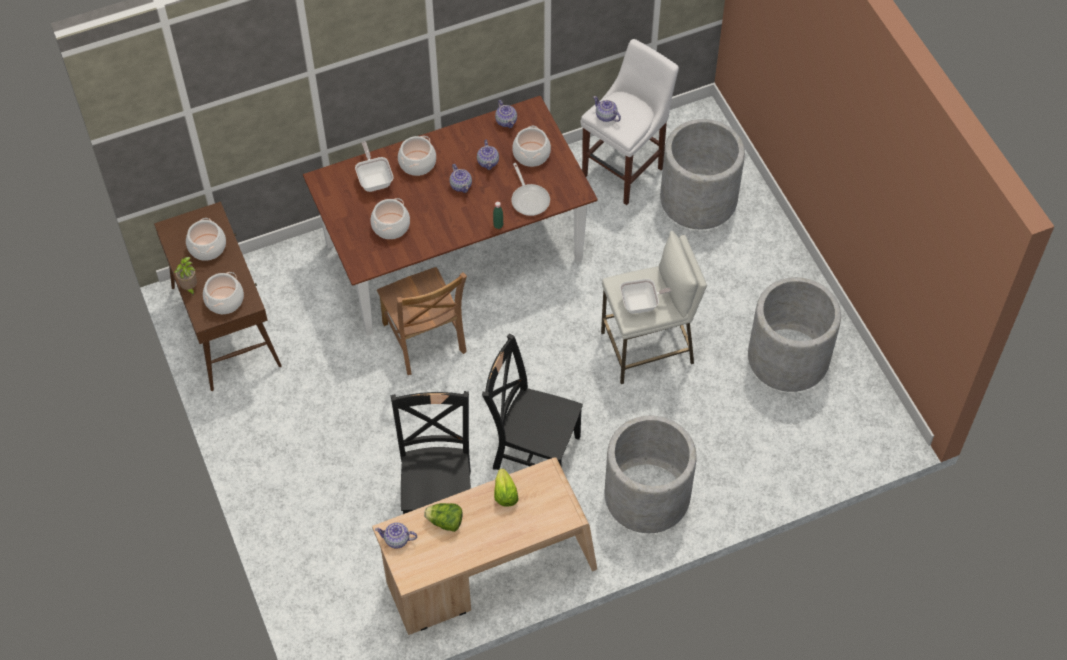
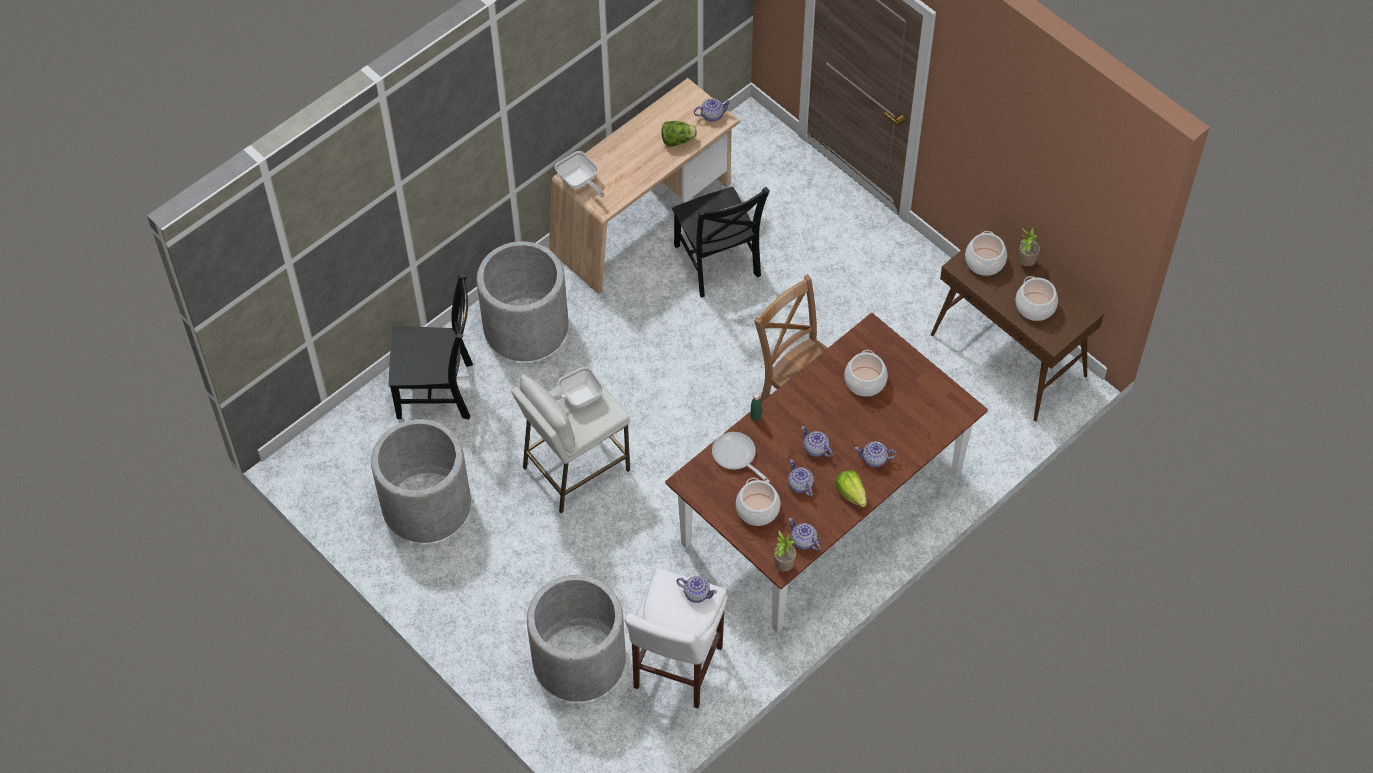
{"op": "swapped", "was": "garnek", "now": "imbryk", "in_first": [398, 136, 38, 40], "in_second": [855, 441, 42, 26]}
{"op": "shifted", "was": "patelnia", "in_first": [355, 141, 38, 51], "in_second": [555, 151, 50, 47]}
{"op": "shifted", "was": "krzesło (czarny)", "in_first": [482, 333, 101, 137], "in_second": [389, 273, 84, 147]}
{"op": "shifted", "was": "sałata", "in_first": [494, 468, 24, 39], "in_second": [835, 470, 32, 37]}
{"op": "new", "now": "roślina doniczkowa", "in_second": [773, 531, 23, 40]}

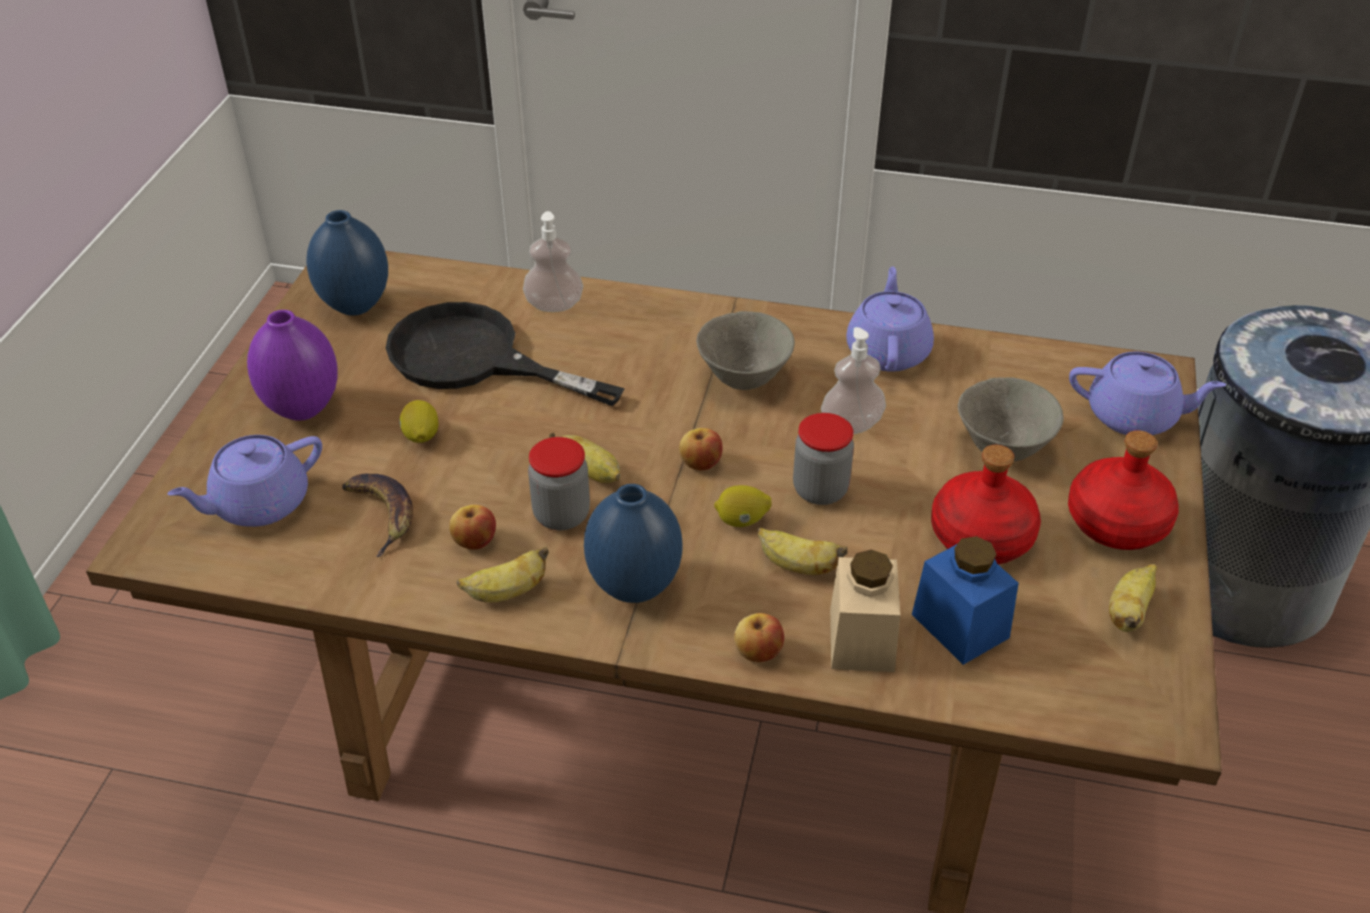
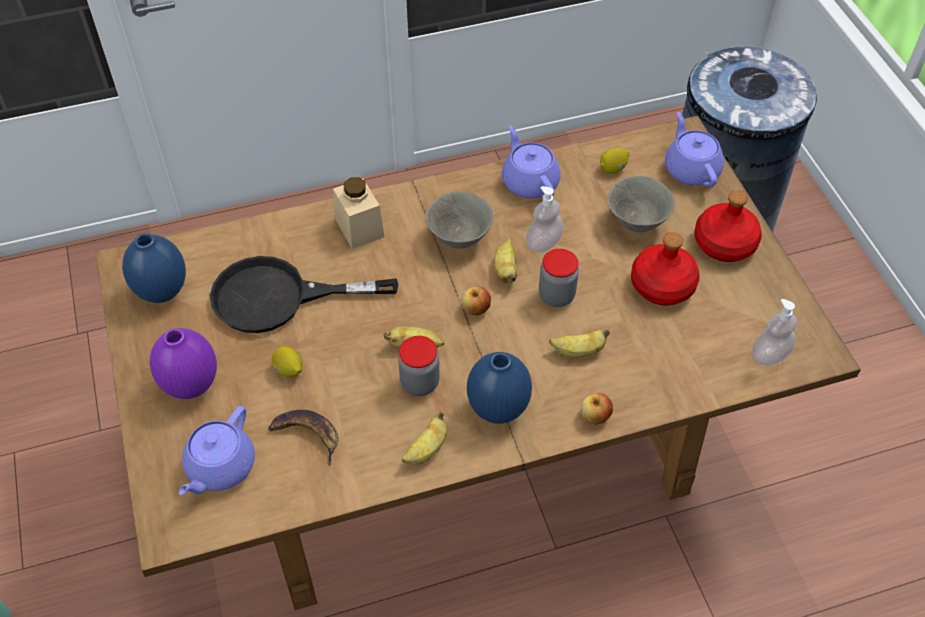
{"op": "shifted", "was": "dozownik mydła", "in_first": [523, 211, 60, 101], "in_second": [752, 299, 46, 66]}
{"op": "rotated", "was": "imbryk (fioletowy)", "in_first": [1069, 352, 157, 83], "in_second": [665, 112, 59, 75], "clockwise": -90}
{"op": "shifted", "was": "cytryna", "in_first": [714, 485, 58, 42], "in_second": [600, 148, 29, 26]}
{"op": "gone", "was": "jabłko", "in_first": [449, 505, 47, 45]}
{"op": "gone", "was": "słoik (niebieski)", "in_first": [912, 536, 107, 129]}
{"op": "shifted", "was": "słoik (beżowy)", "in_first": [830, 550, 71, 122], "in_second": [333, 177, 51, 72]}
{"op": "shifted", "was": "banan", "in_first": [1109, 564, 48, 68], "in_second": [494, 238, 24, 46]}

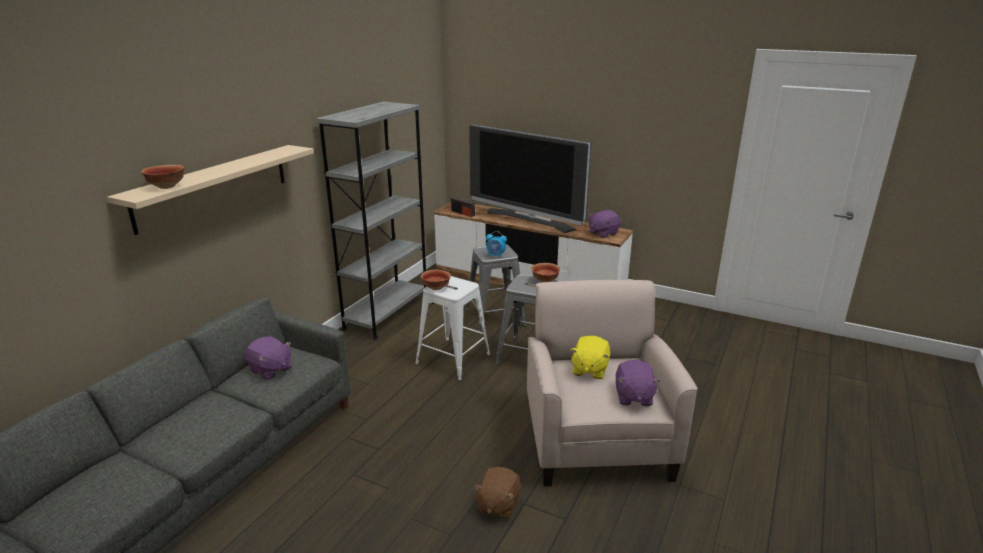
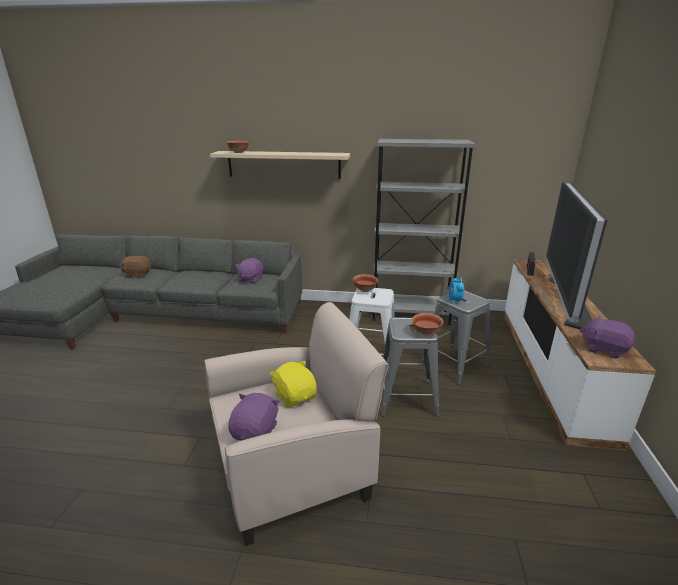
{"op": "rotated", "was": "pluszak (żółty)", "in_first": [570, 336, 40, 43], "in_second": [270, 361, 47, 47], "clockwise": 60}
{"op": "rotated", "was": "pluszak (fioletowy)", "in_first": [616, 360, 45, 46], "in_second": [228, 393, 52, 47], "clockwise": 120}
{"op": "shifted", "was": "pluszak (brązowy)", "in_first": [473, 467, 48, 52], "in_second": [120, 255, 31, 23]}

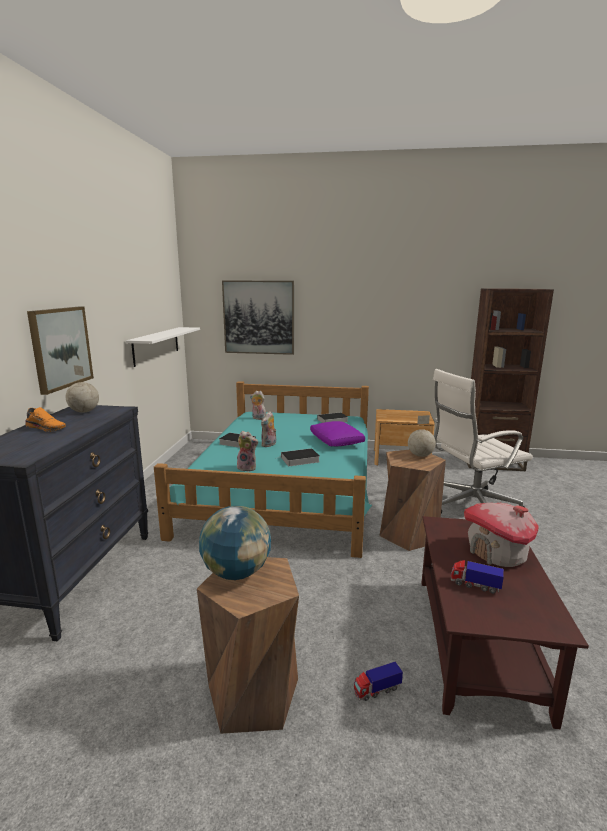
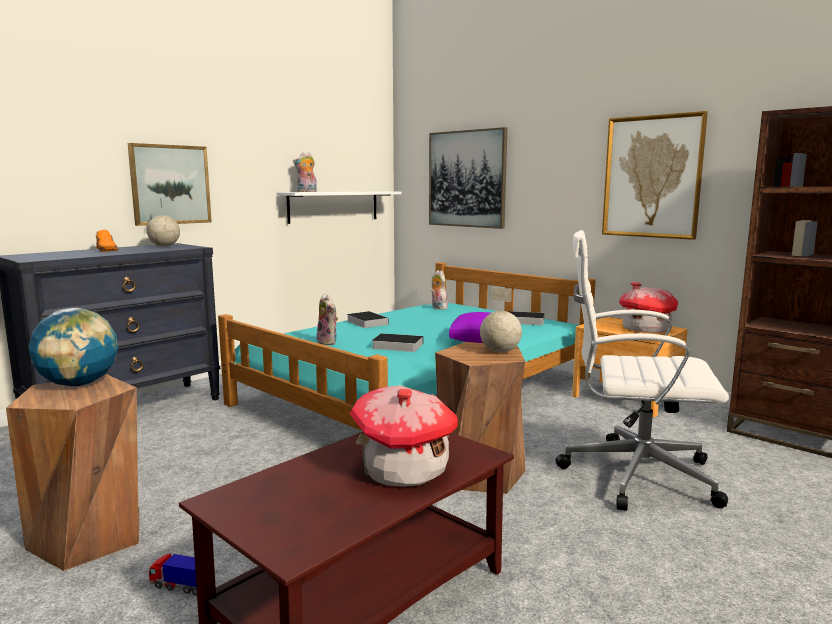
{"op": "shifted", "was": "pluszak", "in_first": [261, 411, 15, 36], "in_second": [293, 152, 24, 40]}
{"op": "gone", "was": "ciężarówka zabawkowa", "in_first": [451, 560, 53, 34]}
{"op": "new", "now": "obraz", "in_second": [602, 111, 106, 129]}
{"op": "new", "now": "domek", "in_second": [619, 282, 59, 51]}

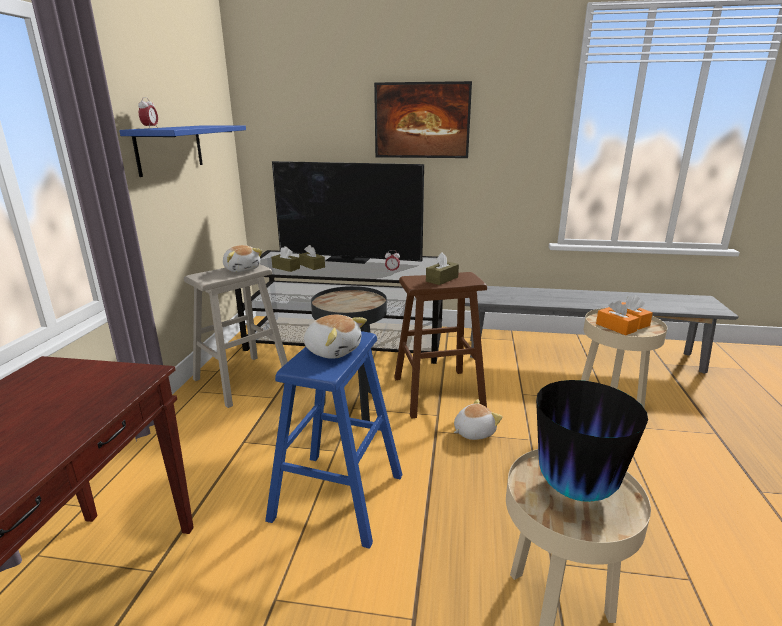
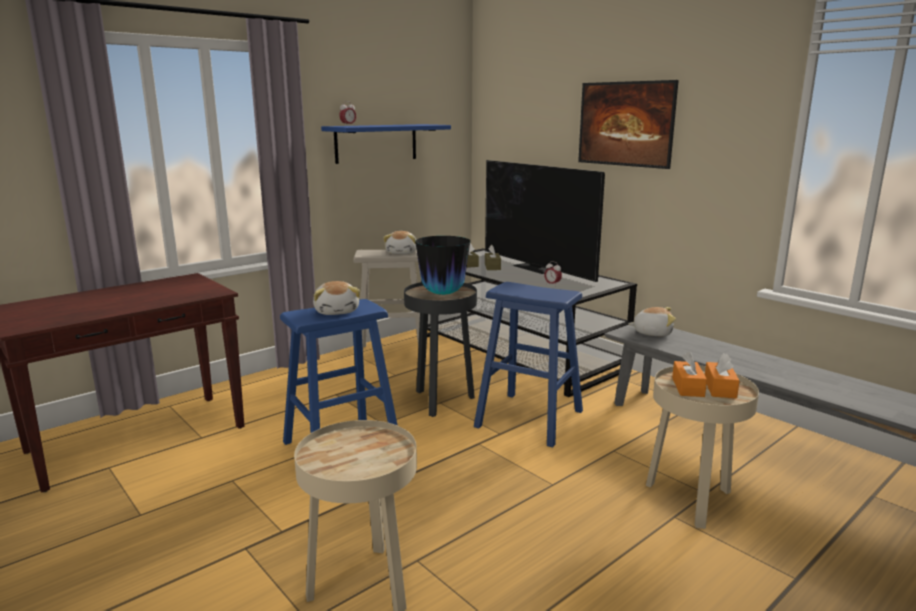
{"op": "gone", "was": "pudełko chusteczek (brązowy)", "in_first": [426, 252, 33, 33]}
{"op": "repainted", "was": "stołek (brązowy)", "now": "stołek (niebieski)", "in_first": [394, 272, 93, 147], "in_second": [474, 282, 109, 166]}
{"op": "shifted", "was": "wazon", "in_first": [536, 380, 112, 122], "in_second": [415, 236, 55, 59]}
{"op": "shifted", "was": "pluszak", "in_first": [454, 399, 48, 41], "in_second": [628, 307, 48, 29]}

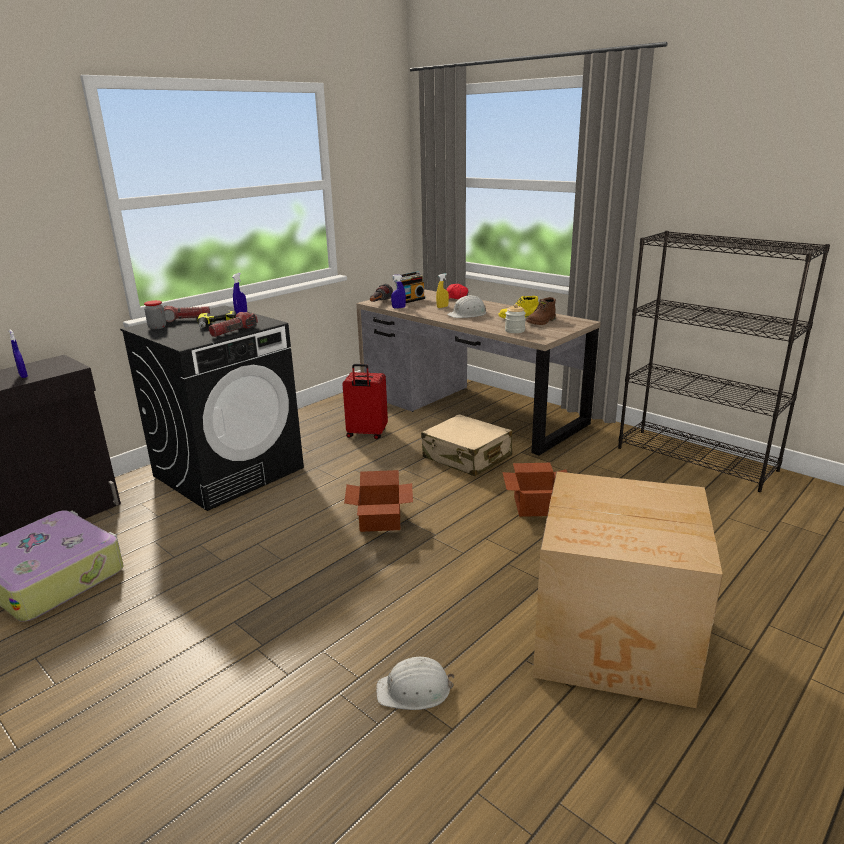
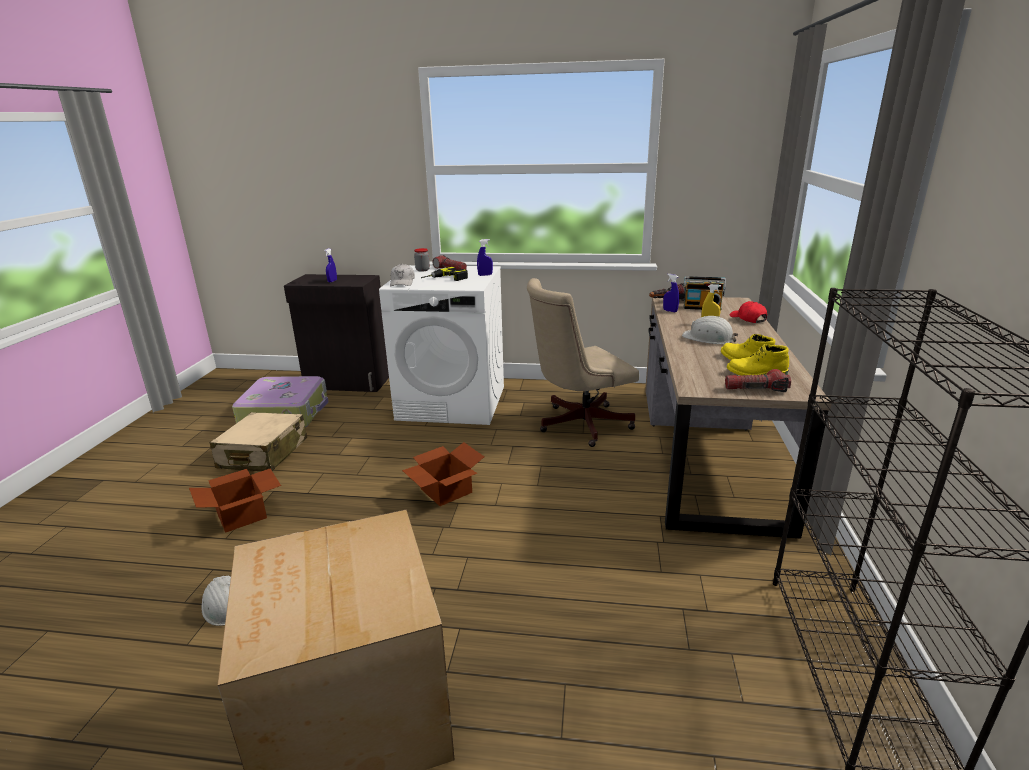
{"op": "repainted", "was": "but z cholewką (brązowy)", "now": "but z cholewką (żółty)", "in_first": [526, 297, 30, 28], "in_second": [727, 344, 62, 32]}
{"op": "gone", "was": "słoik", "in_first": [505, 304, 21, 29]}
{"op": "repainted", "was": "pralka (czarny)", "now": "pralka (biały)", "in_first": [120, 305, 184, 206], "in_second": [379, 265, 125, 160]}
{"op": "shifted", "was": "latarka", "in_first": [209, 312, 49, 25], "in_second": [725, 369, 66, 23]}
{"op": "swapped", "was": "walizka (czerwony)", "now": "krzesło biurowe (beżowy)", "in_first": [342, 364, 46, 75], "in_second": [527, 278, 112, 169]}
{"op": "shifted", "was": "walizka (beżowy)", "in_first": [421, 414, 91, 62], "in_second": [209, 412, 98, 59]}
{"op": "shifted", "was": "karton", "in_first": [502, 463, 66, 54], "in_second": [189, 469, 92, 64]}
{"op": "new", "now": "czapka z daszkiem (biały)", "in_second": [390, 264, 25, 22]}

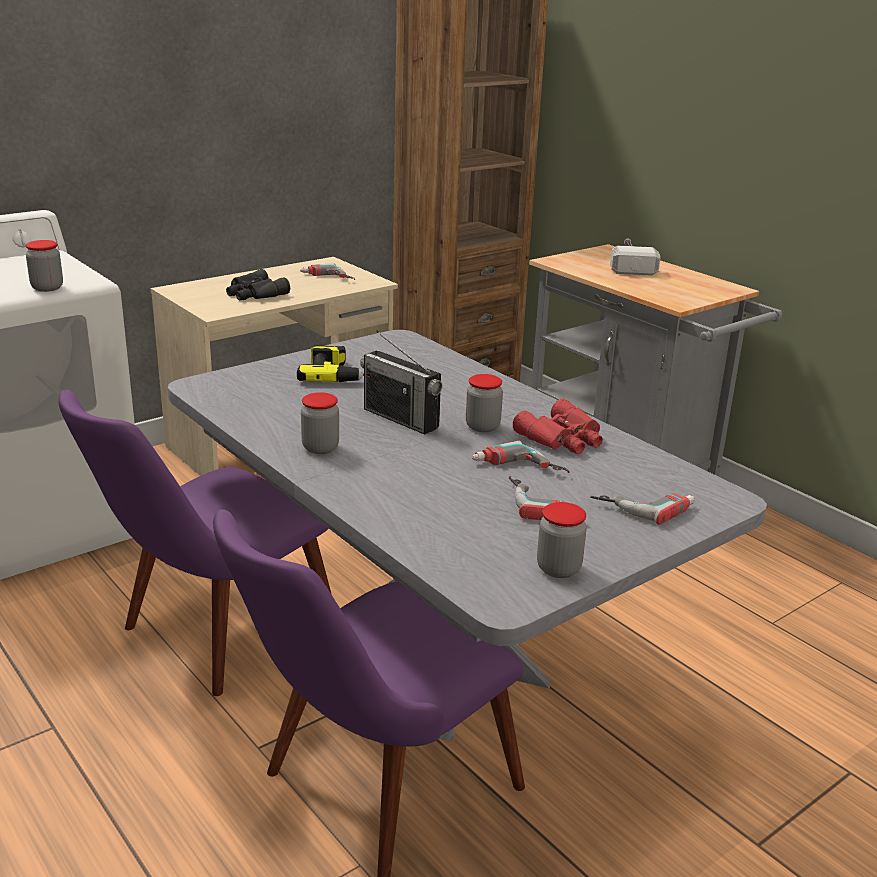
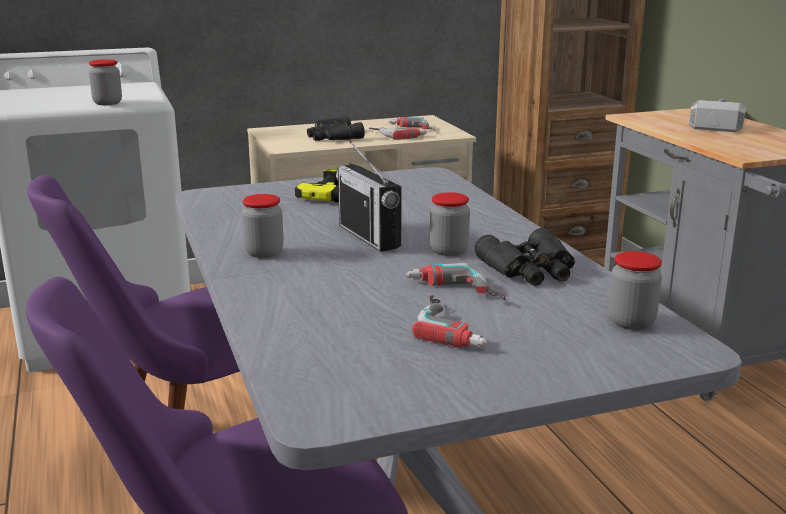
{"op": "repainted", "was": "lornetka (czerwony)", "now": "lornetka (czarny)", "in_first": [513, 399, 90, 55], "in_second": [474, 228, 101, 58]}
{"op": "shifted", "was": "wiertarka", "in_first": [590, 493, 105, 32], "in_second": [369, 127, 58, 13]}
{"op": "shifted", "was": "słoik", "in_first": [537, 502, 50, 76], "in_second": [608, 251, 54, 79]}

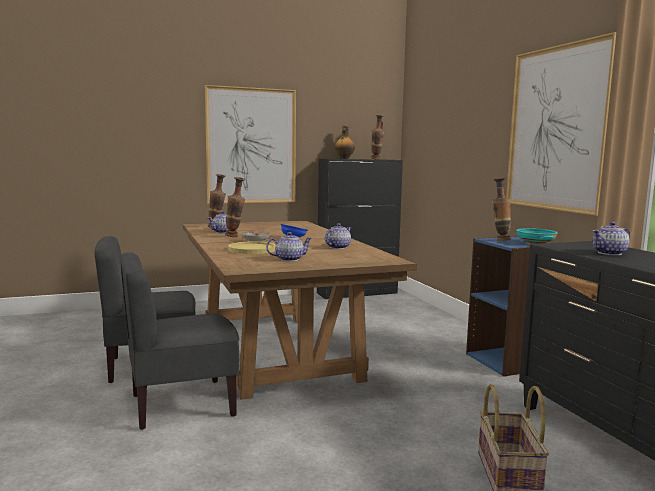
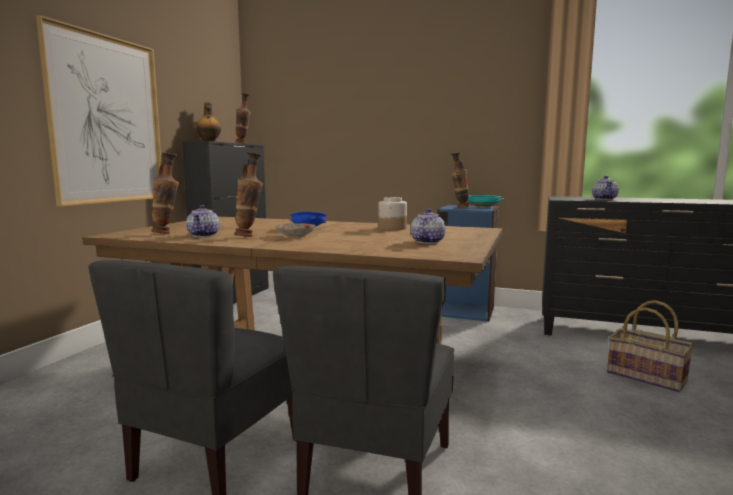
{"op": "gone", "was": "obraz", "in_first": [506, 32, 110, 184]}
{"op": "swapped", "was": "imbryk", "now": "słoik", "in_first": [325, 223, 26, 26], "in_second": [378, 197, 29, 33]}
{"op": "gone", "was": "talerz (żółty)", "in_first": [228, 242, 48, 12]}

